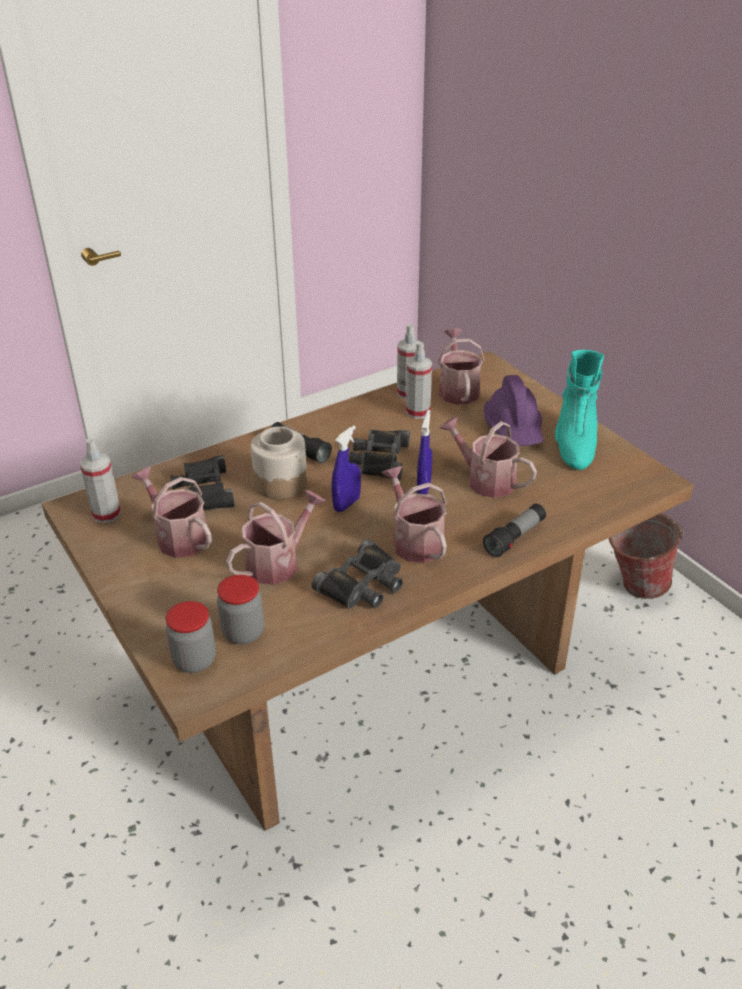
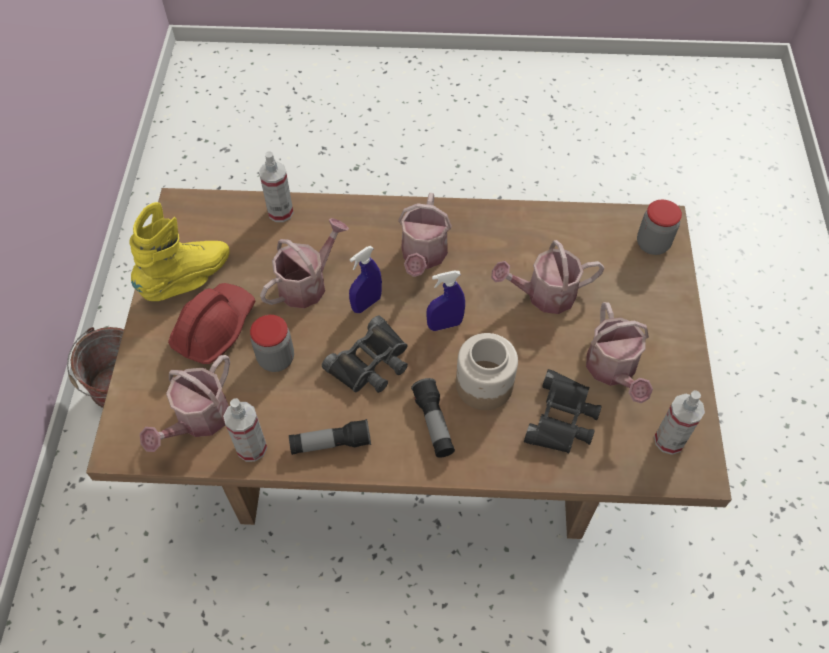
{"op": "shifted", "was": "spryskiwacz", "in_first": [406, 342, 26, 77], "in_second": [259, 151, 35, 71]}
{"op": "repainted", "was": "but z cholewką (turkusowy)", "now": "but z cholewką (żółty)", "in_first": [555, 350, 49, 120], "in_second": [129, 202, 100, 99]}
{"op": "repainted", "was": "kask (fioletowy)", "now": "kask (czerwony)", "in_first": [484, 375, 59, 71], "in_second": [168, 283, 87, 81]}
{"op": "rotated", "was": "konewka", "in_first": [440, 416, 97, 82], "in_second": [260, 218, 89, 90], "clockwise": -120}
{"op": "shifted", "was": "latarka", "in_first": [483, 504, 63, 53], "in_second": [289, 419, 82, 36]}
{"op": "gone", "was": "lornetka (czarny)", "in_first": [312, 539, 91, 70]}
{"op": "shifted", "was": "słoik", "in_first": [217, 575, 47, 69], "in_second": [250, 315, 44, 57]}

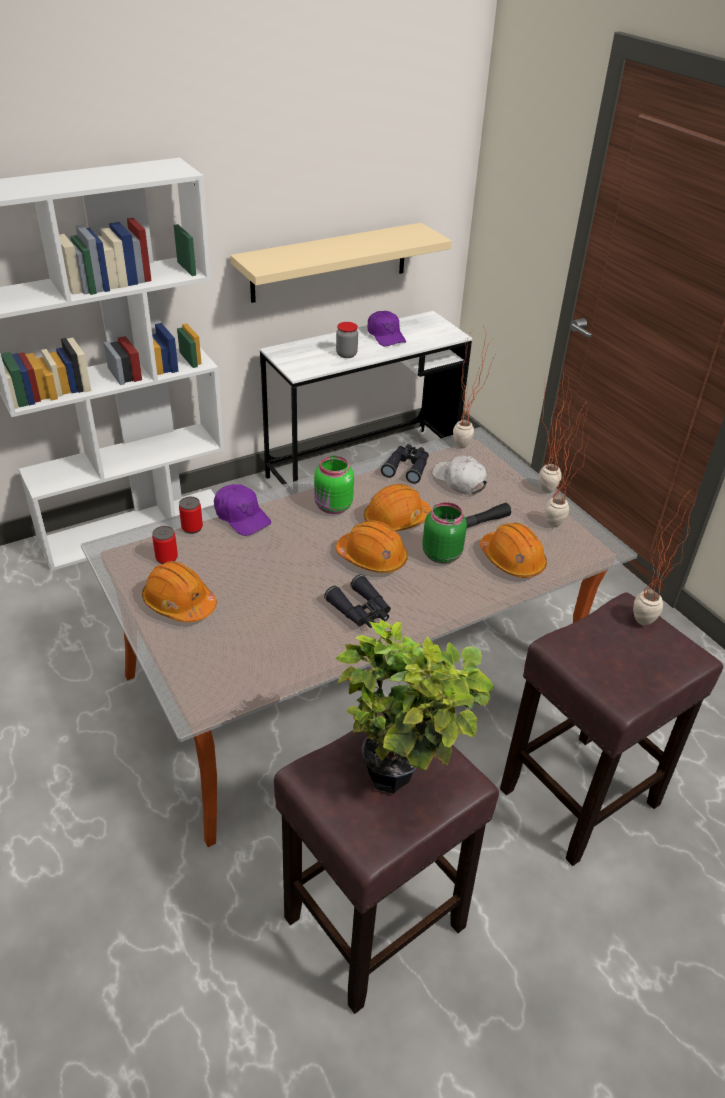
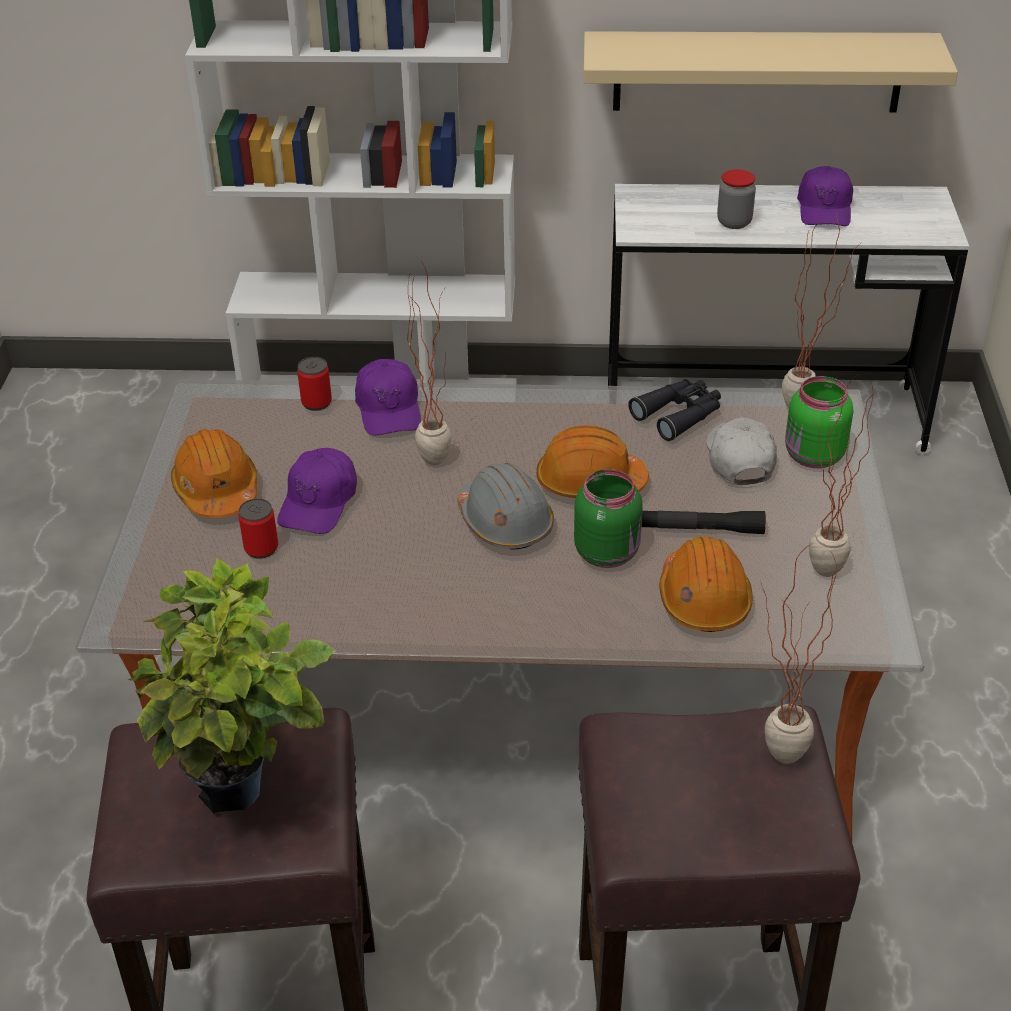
{"op": "shifted", "was": "roślina doniczkowa", "in_first": [539, 368, 36, 125], "in_second": [407, 258, 45, 207]}
{"op": "shifted", "was": "słoik (zielony)", "in_first": [314, 456, 40, 58], "in_second": [785, 376, 68, 92]}
{"op": "repainted", "was": "kask (pomarańczowy)", "now": "kask (szary)", "in_first": [336, 520, 72, 53], "in_second": [457, 463, 97, 87]}
{"op": "shifted", "was": "puszka", "in_first": [152, 526, 26, 38], "in_second": [238, 498, 40, 60]}
{"op": "gone", "was": "lornetka (czarny)", "in_first": [324, 574, 67, 54]}
{"op": "new", "now": "czapka z daszkiem (fioletowy)", "in_second": [277, 448, 80, 86]}

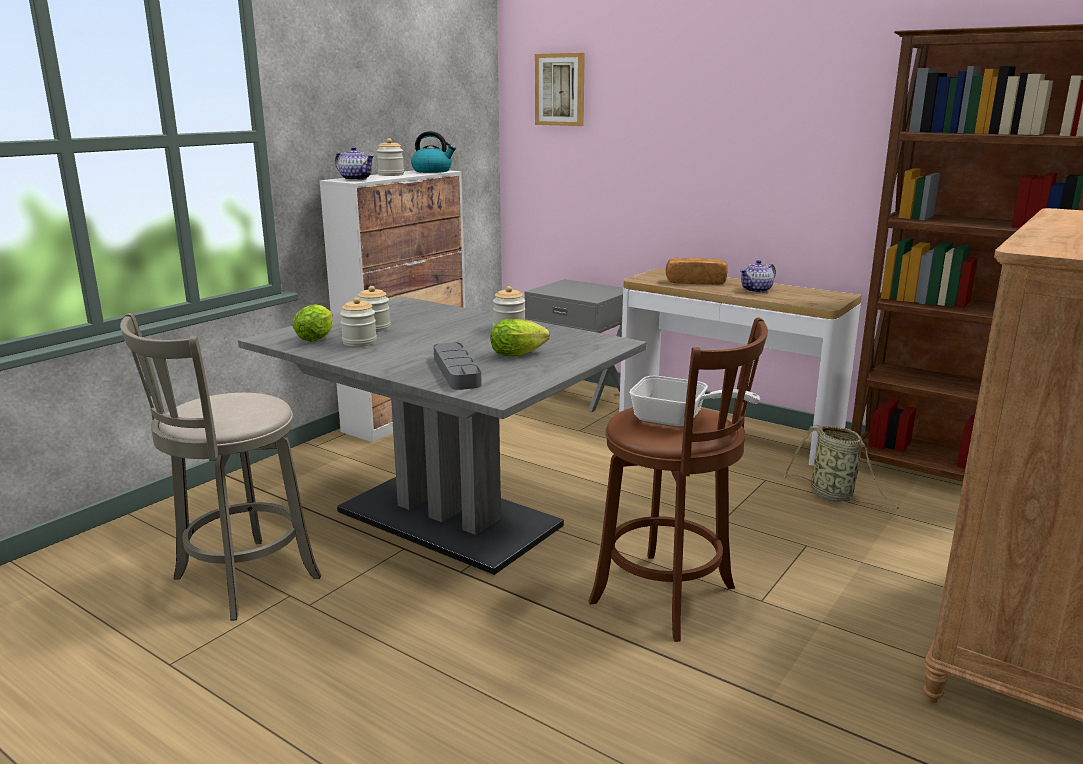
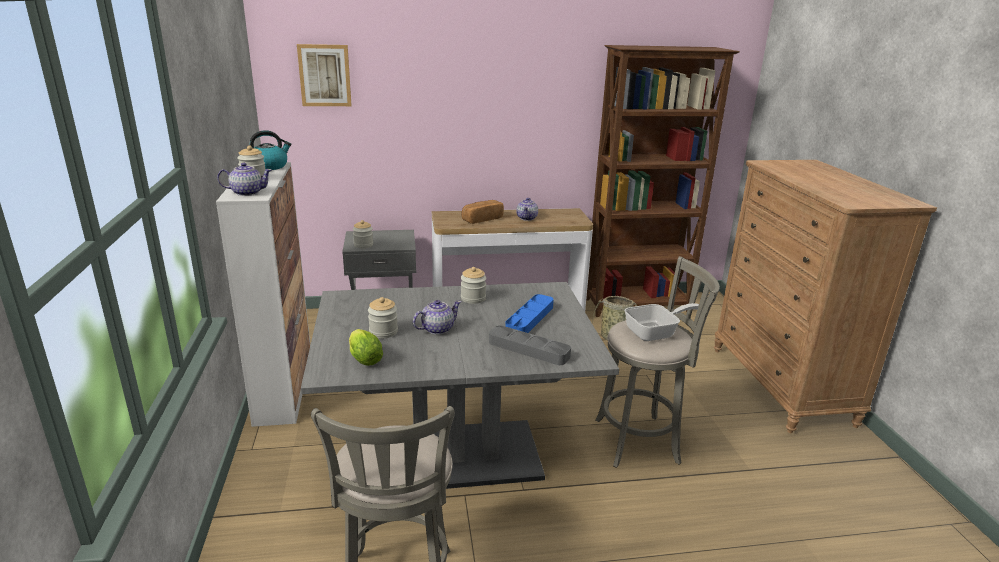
{"op": "shifted", "was": "słoik", "in_first": [340, 297, 37, 50], "in_second": [353, 220, 20, 28]}
{"op": "repainted", "was": "stołek (brązowy)", "now": "stołek (szary)", "in_first": [588, 317, 180, 325], "in_second": [595, 256, 125, 212]}
{"op": "swapped", "was": "sałata", "now": "taca (niebieski)", "in_first": [490, 319, 60, 37], "in_second": [505, 294, 49, 39]}
{"op": "new", "now": "imbryk", "in_second": [413, 300, 48, 34]}

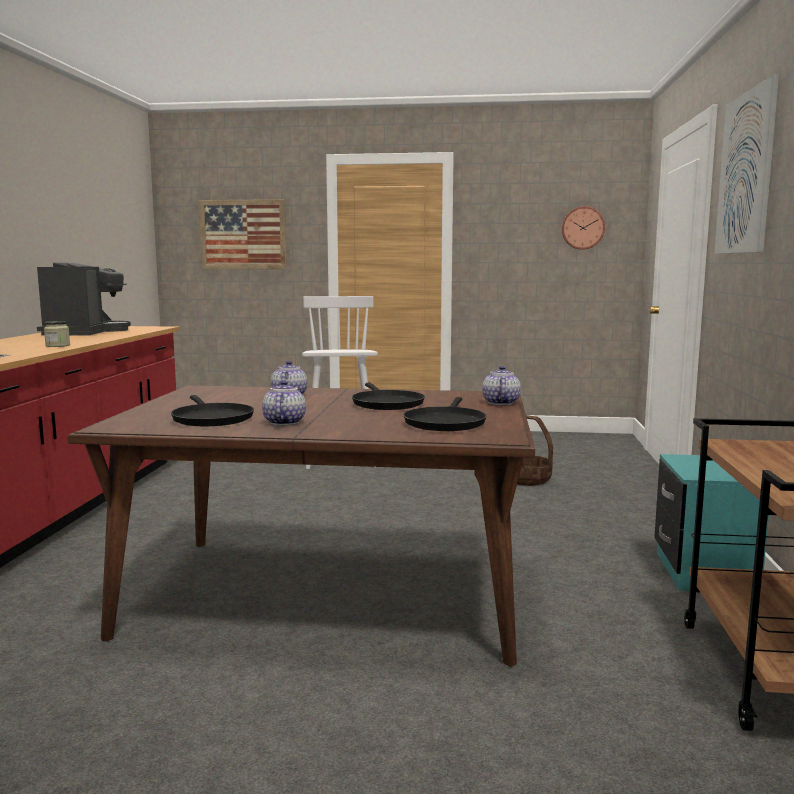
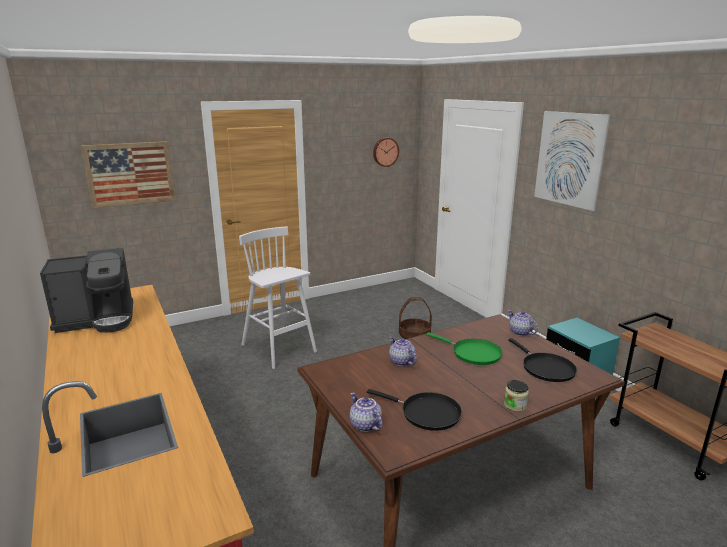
{"op": "rotated", "was": "ekspres do kawy", "in_first": [37, 263, 94, 73], "in_second": [40, 248, 93, 85], "clockwise": 105}
{"op": "shifted", "was": "słoik", "in_first": [44, 321, 26, 26], "in_second": [504, 380, 25, 32]}
{"op": "shifted", "was": "imbryk", "in_first": [262, 380, 44, 45], "in_second": [350, 393, 33, 39]}
{"op": "repainted", "was": "patelnia (czarny)", "now": "patelnia (zielony)", "in_first": [352, 383, 73, 27], "in_second": [426, 332, 77, 33]}

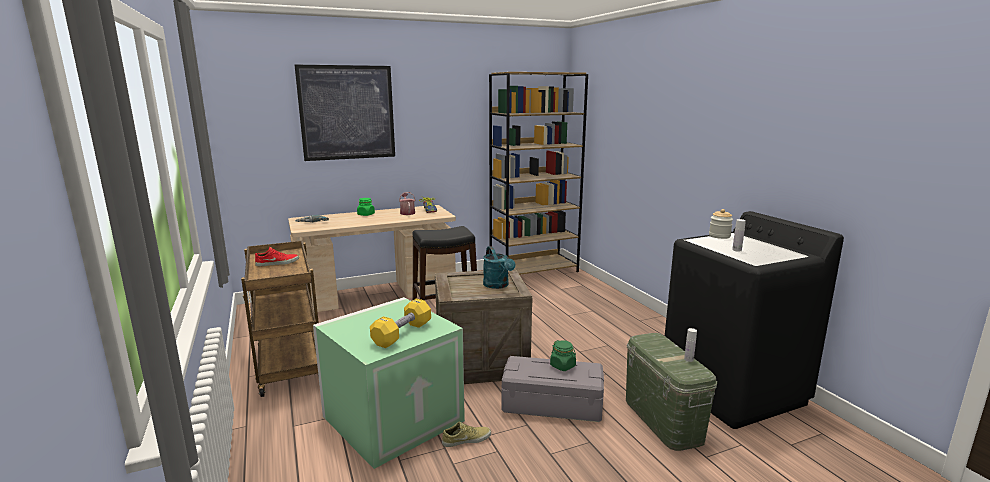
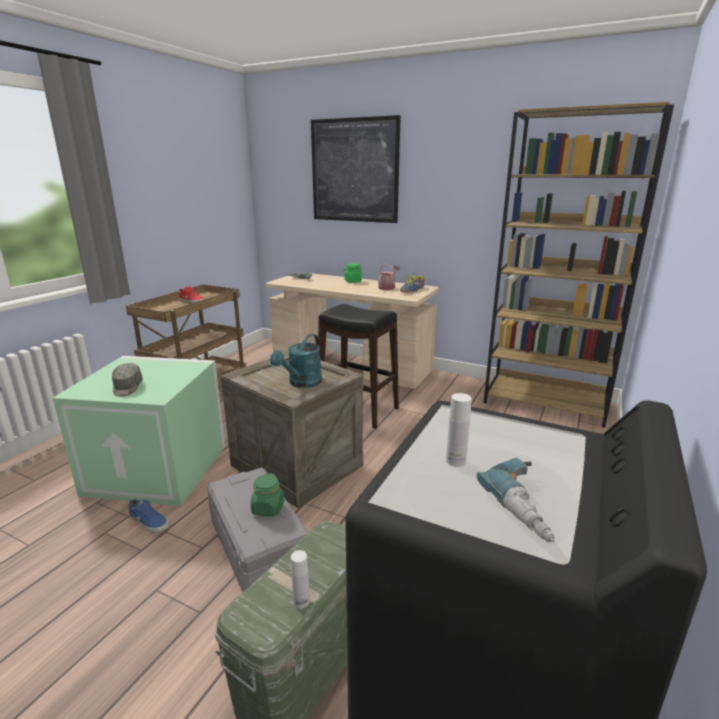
{"op": "gone", "was": "słoik", "in_first": [709, 209, 24, 30]}
{"op": "swapped", "was": "hantel (żółty)", "now": "czapka z daszkiem (szary)", "in_first": [370, 298, 61, 50], "in_second": [112, 363, 31, 34]}
{"op": "repainted", "was": "but (beżowy)", "now": "but (niebieski)", "in_first": [442, 422, 49, 25], "in_second": [129, 499, 40, 34]}
{"op": "new", "now": "wiertarka", "in_second": [477, 458, 78, 85]}

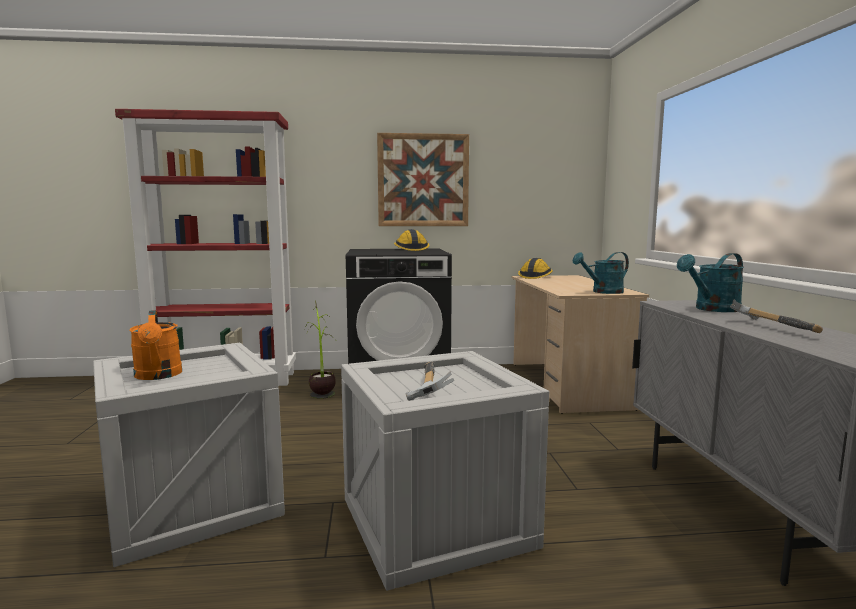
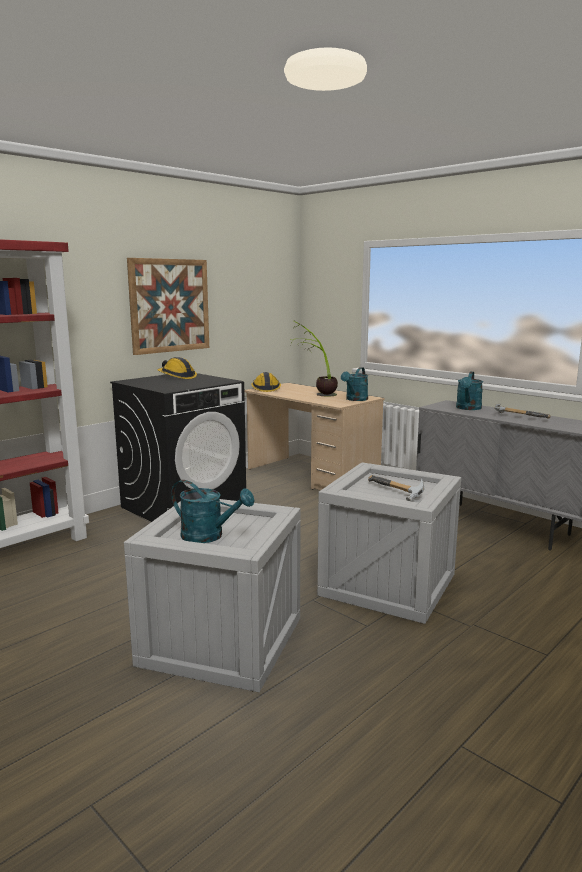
{"op": "shifted", "was": "roślina doniczkowa", "in_first": [306, 301, 30, 98], "in_second": [290, 320, 48, 76]}
{"op": "repainted", "was": "konewka (pomarańczowy)", "now": "konewka (turkusowy)", "in_first": [129, 310, 53, 70], "in_second": [171, 480, 83, 63]}

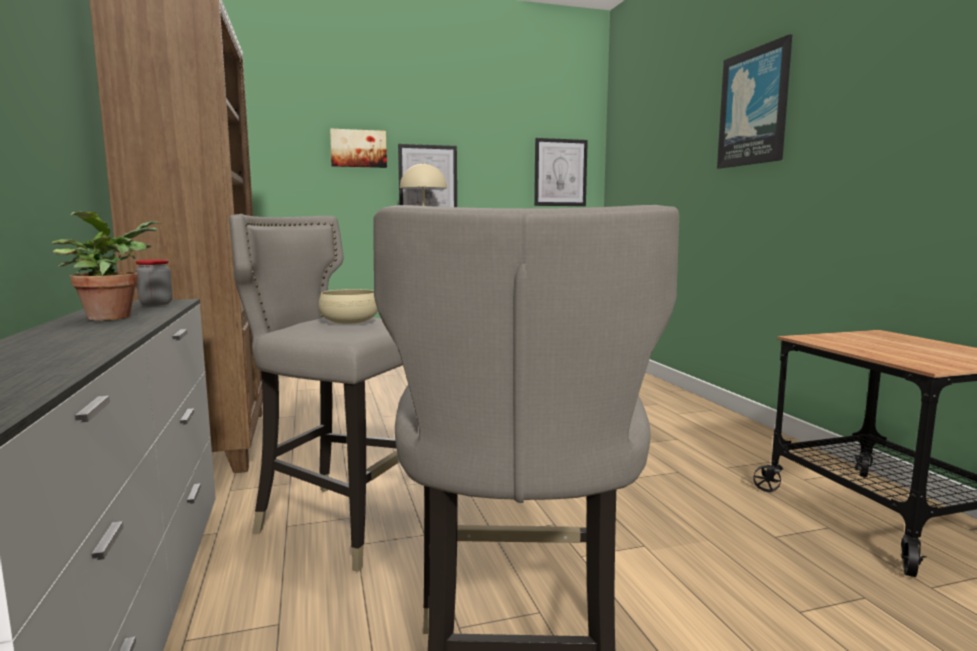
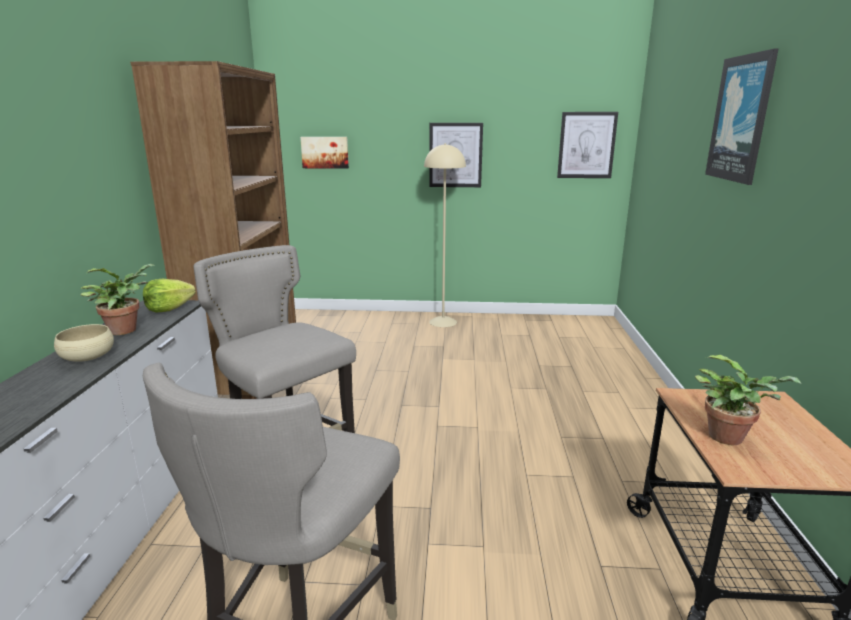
{"op": "shifted", "was": "obraz", "in_first": [330, 129, 57, 39], "in_second": [300, 137, 49, 32]}
{"op": "swapped", "was": "słoik", "now": "sałata", "in_first": [135, 259, 38, 47], "in_second": [143, 279, 53, 33]}
{"op": "shifted", "was": "miska (beżowy)", "in_first": [318, 289, 60, 35], "in_second": [54, 324, 60, 38]}
{"op": "new", "now": "roślina doniczkowa", "in_second": [695, 355, 106, 90]}

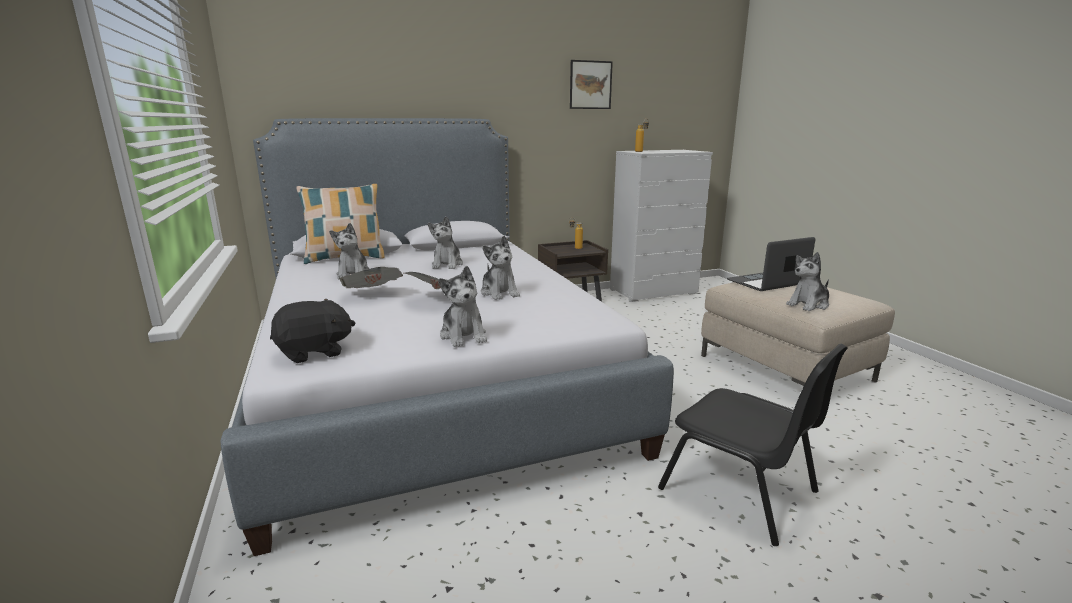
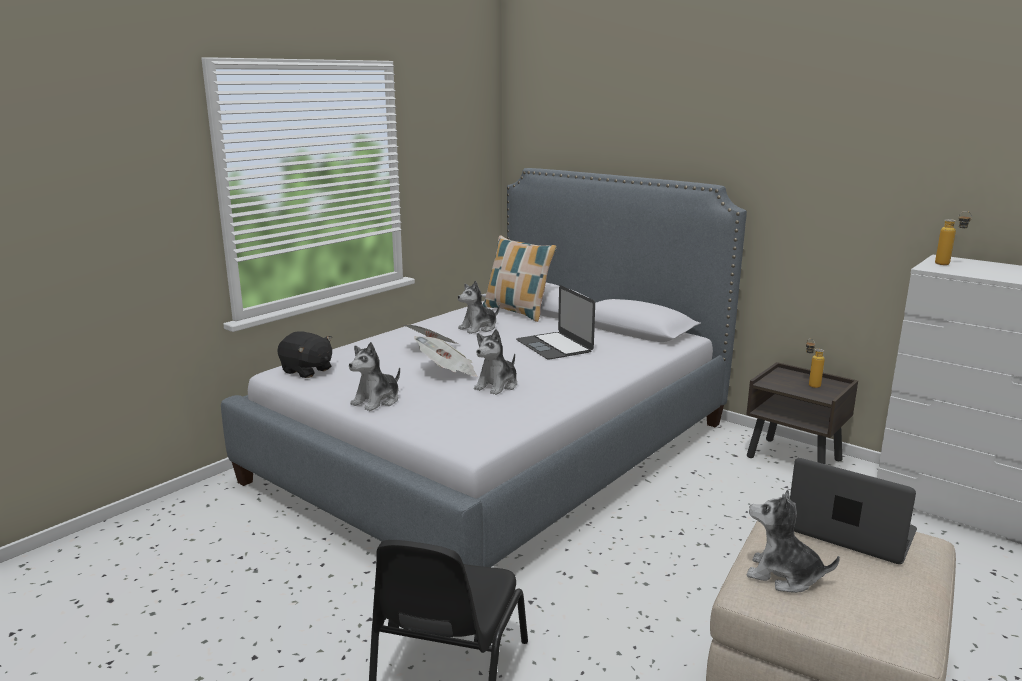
{"op": "gone", "was": "obraz", "in_first": [570, 60, 43, 49]}
{"op": "swapped", "was": "pluszak", "now": "laptop", "in_first": [428, 216, 35, 53], "in_second": [516, 285, 79, 75]}

